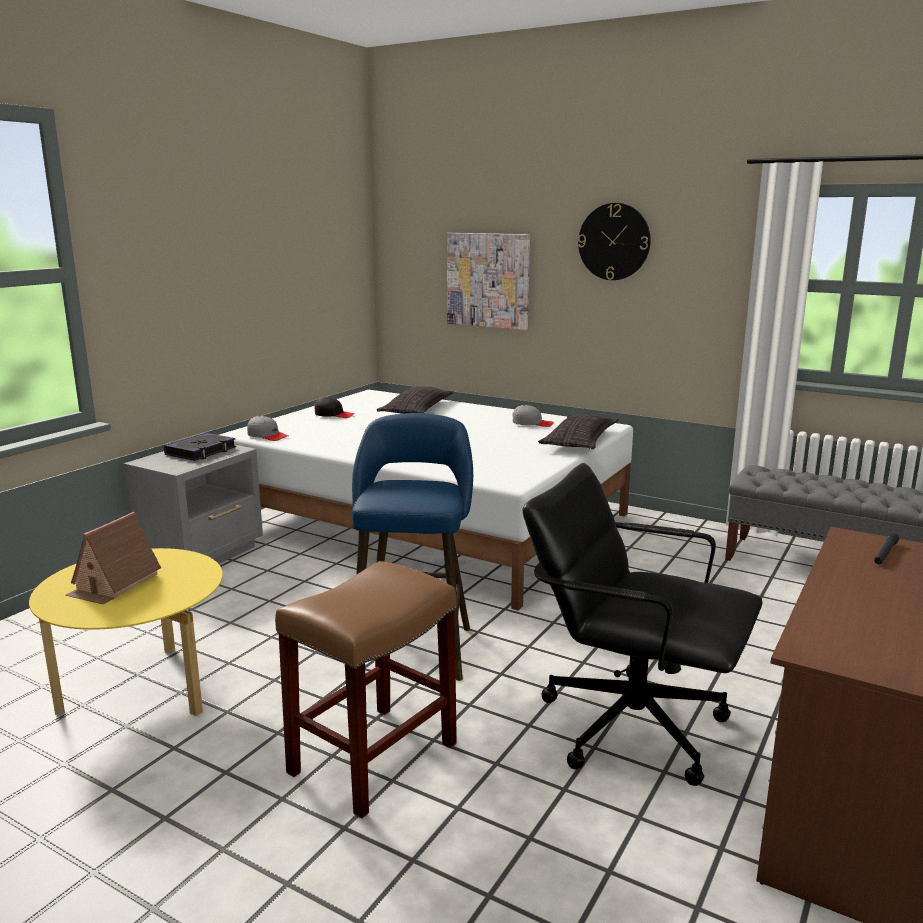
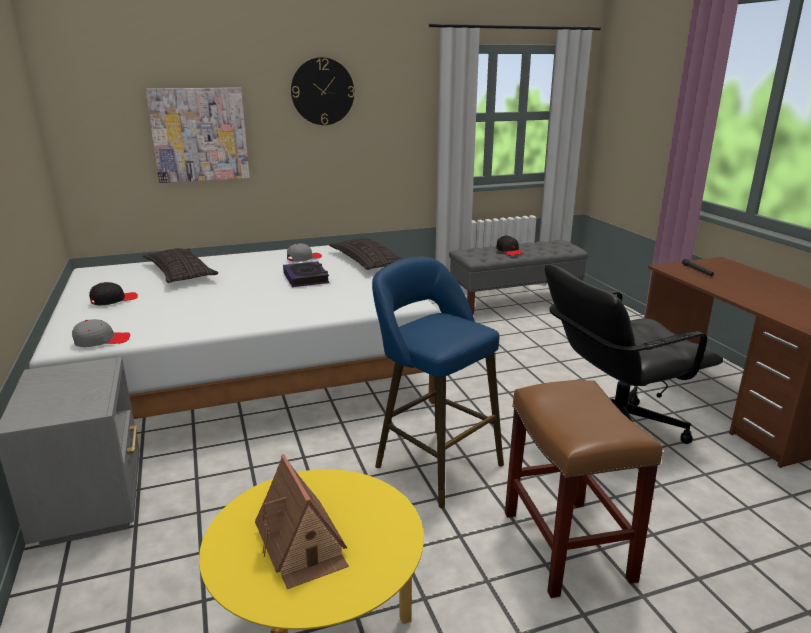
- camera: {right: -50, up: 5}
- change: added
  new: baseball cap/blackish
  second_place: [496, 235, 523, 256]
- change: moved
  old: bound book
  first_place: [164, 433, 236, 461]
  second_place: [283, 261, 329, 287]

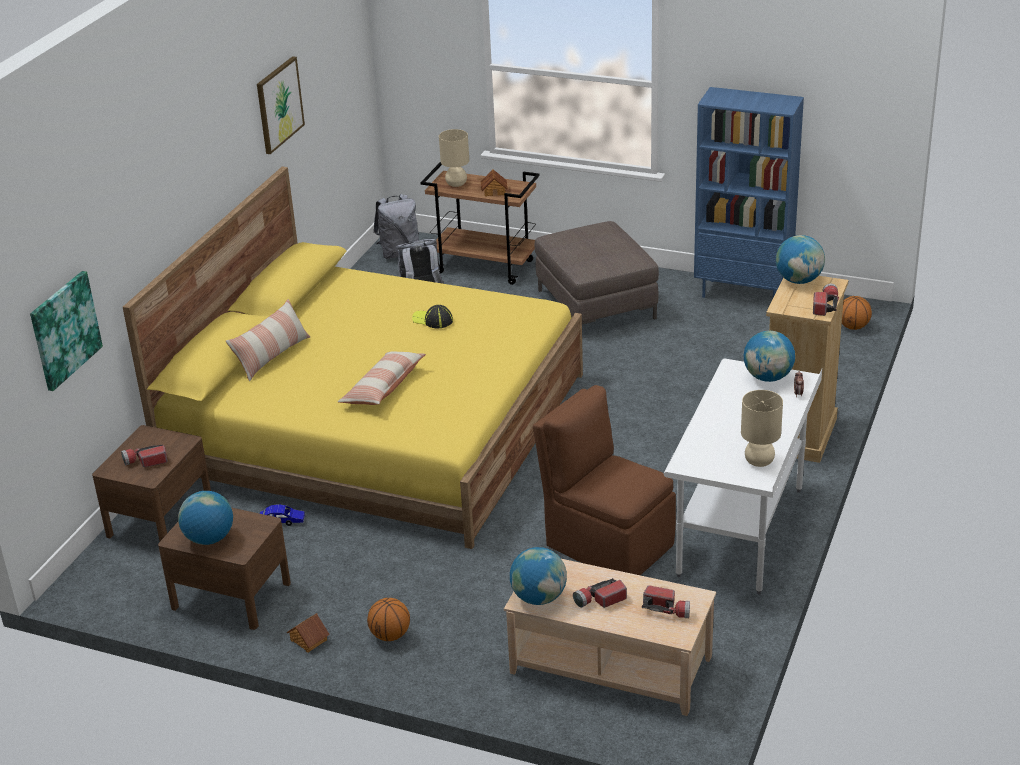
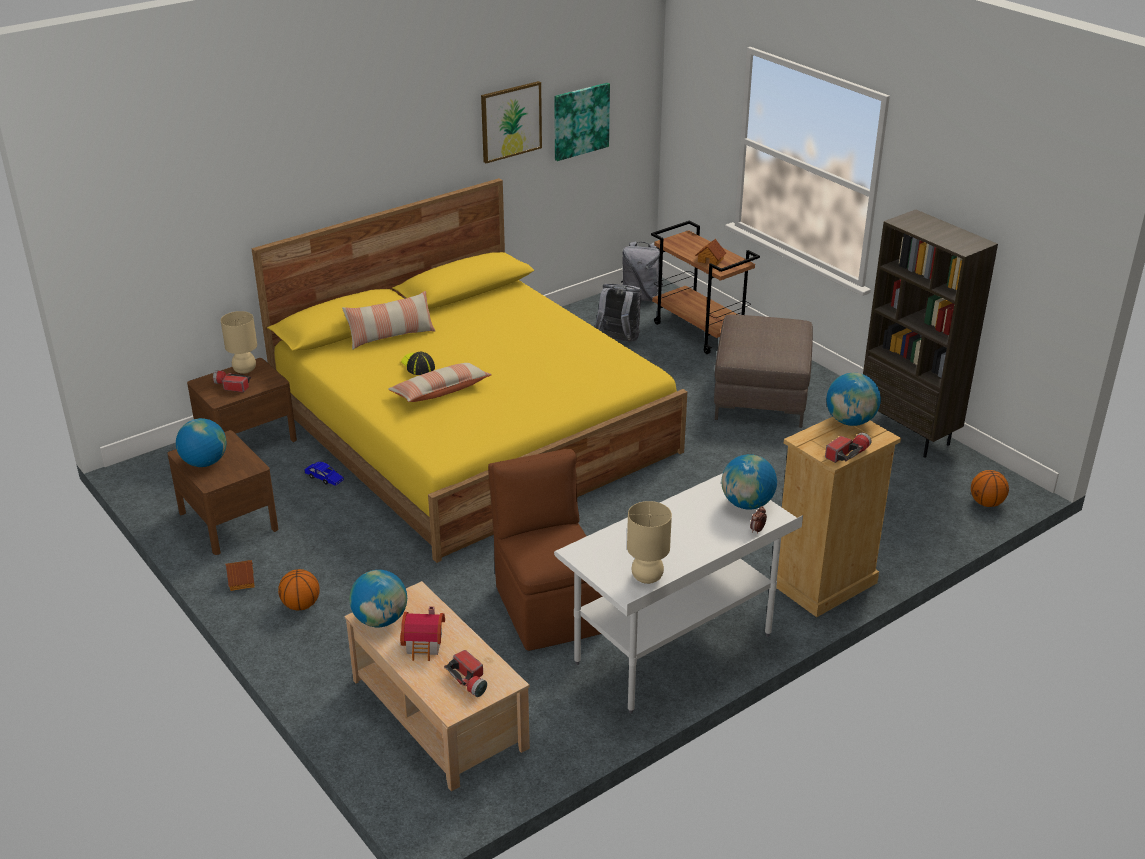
- camera: {right: 30, up: 0}
- change: moved
  old: wall picture
  first_place: [30, 271, 103, 391]
  second_place: [554, 83, 610, 161]
- change: moved
  old: baseball cap
  first_place: [412, 305, 453, 329]
  second_place: [401, 352, 435, 375]
- change: moved
  old: table lamp/sand-coloured
  first_place: [439, 129, 469, 187]
  second_place: [221, 311, 257, 374]
- change: replaced
  old: torch
  new: model house
  first_place: [573, 578, 627, 608]
  second_place: [400, 606, 445, 661]
- change: recoloured
  old: bookshelf/blue
  new: bookshelf/brown
  first_place: [694, 87, 804, 298]
  second_place: [863, 210, 998, 458]

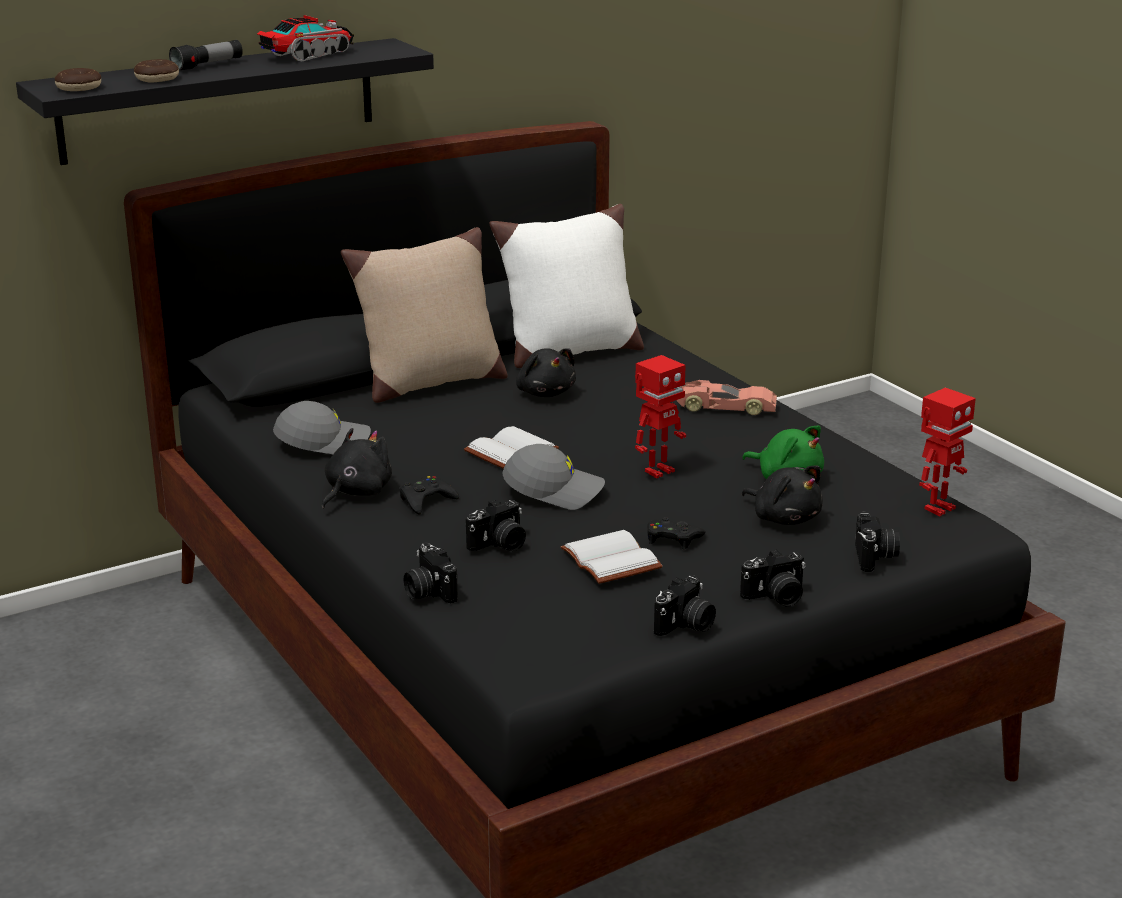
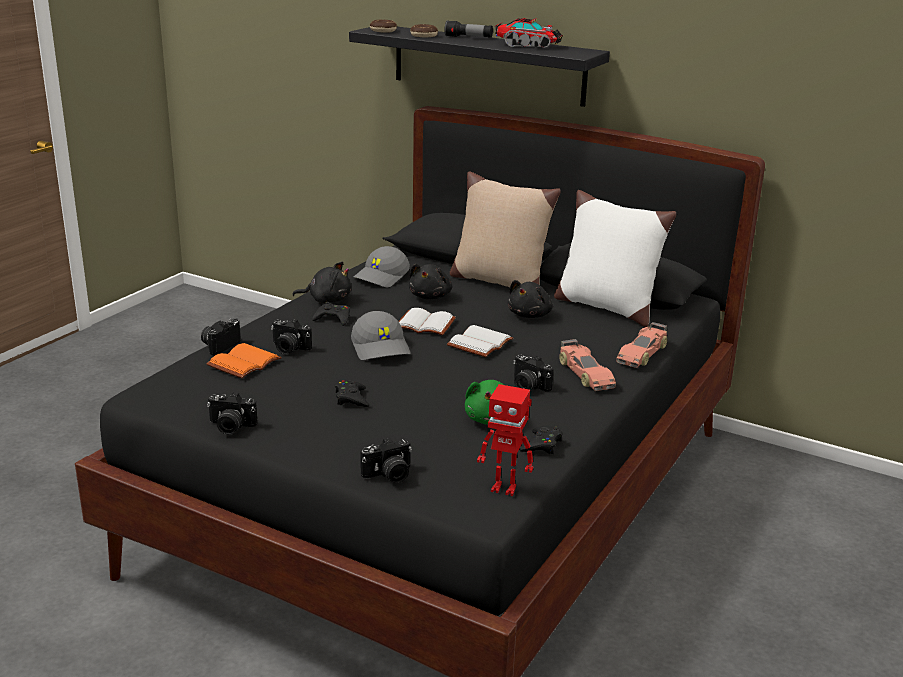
- camera: {right: 60, up: 0}
- change: removed
  old: toy robot
  first_place: [635, 355, 686, 478]
- change: added
  new: bound book/orange
  second_place: [206, 343, 282, 378]
- change: added
  new: game controller/blackish
  second_place: [519, 426, 563, 454]
- change: added
  new: model car
  second_place: [616, 322, 667, 368]
- change: moved
  old: bound book/whitish
  first_place: [561, 530, 663, 584]
  second_place: [447, 325, 513, 357]
- change: moved
  old: still camera
  first_place: [740, 549, 805, 606]
  second_place: [513, 354, 554, 392]
- change: moved
  old: soft toy/blackish
  first_place: [742, 466, 823, 525]
  second_place: [409, 264, 452, 299]
- change: turned
  old: baseball cap/gray
  first_place: [273, 401, 371, 454]
  second_place: [353, 246, 410, 287]
  degrees: 75

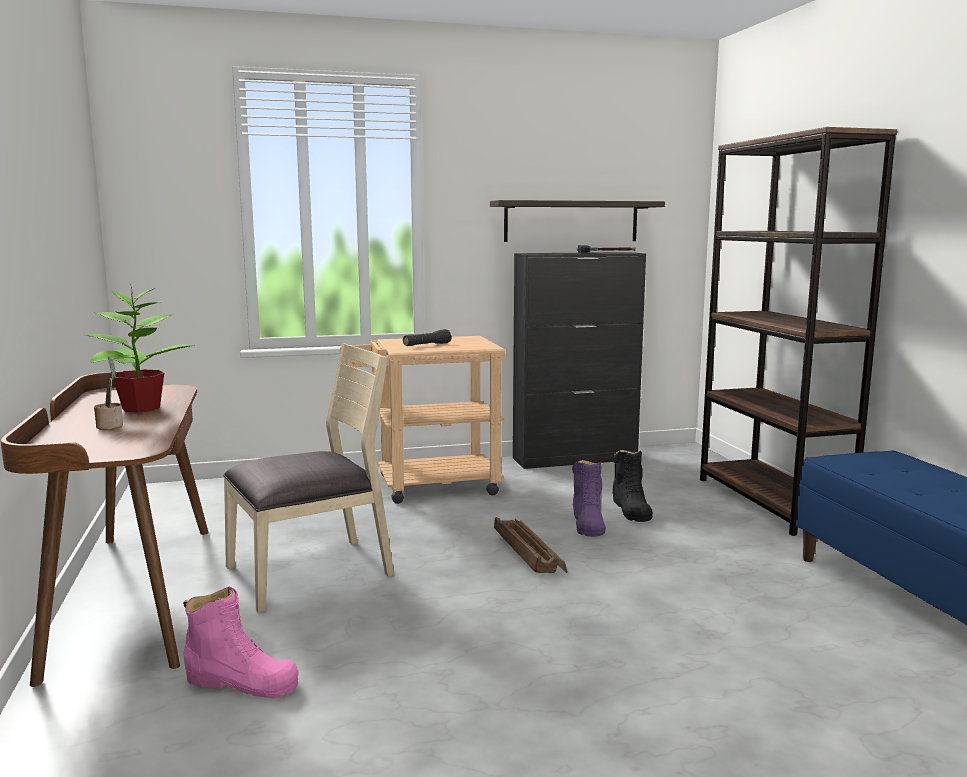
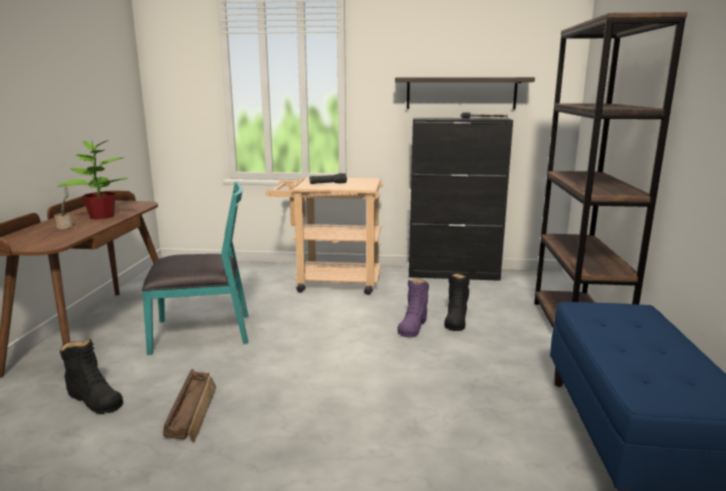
- camera: {right: 20, up: 5}
- change: moved
  old: crate
  first_place: [494, 517, 568, 573]
  second_place: [163, 369, 216, 443]
- change: recoloured
  old: tall boot/pink
  new: tall boot/blackish
  first_place: [183, 587, 298, 699]
  second_place: [60, 338, 123, 414]
- change: recoloured
  old: plain chair/sand-coloured
  new: plain chair/turquoise-coloured
  first_place: [223, 343, 394, 613]
  second_place: [142, 182, 249, 355]

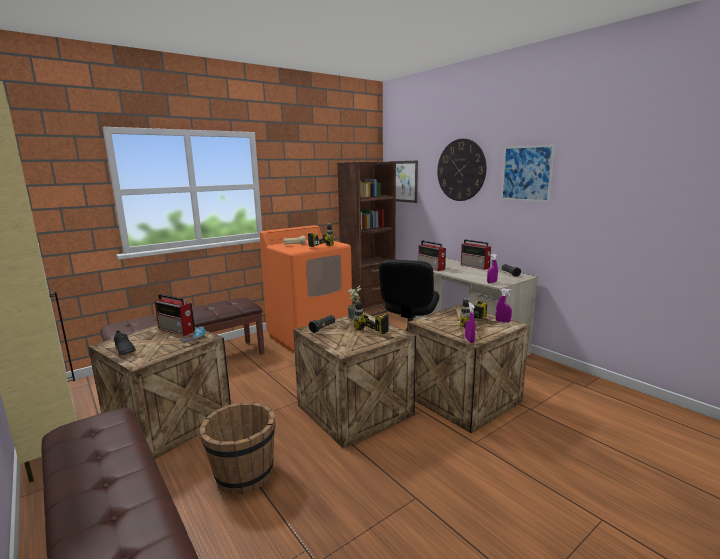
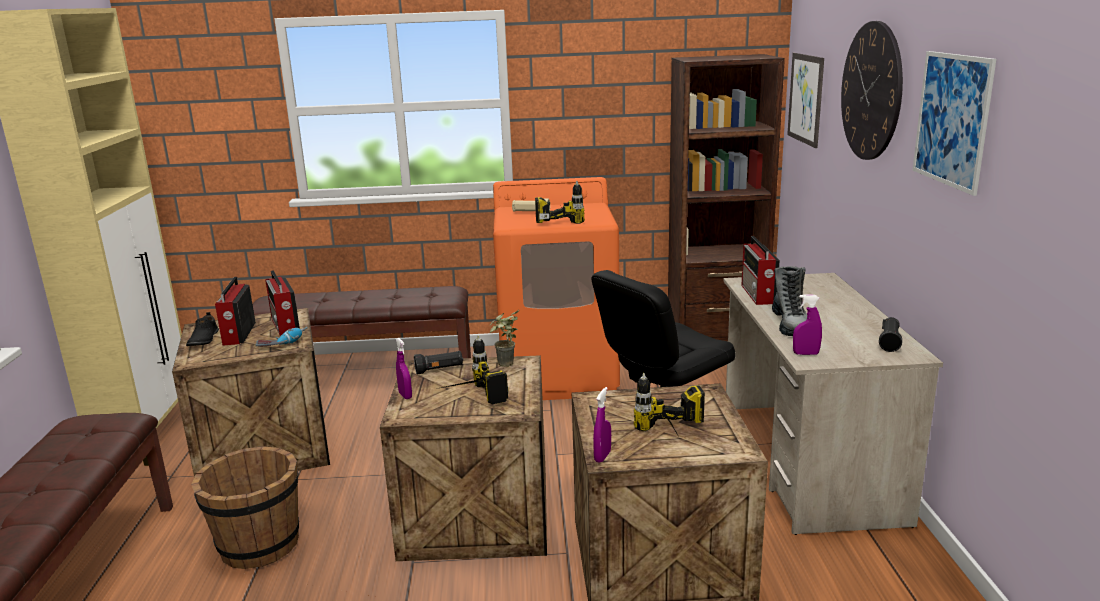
- camera: {right: 35, up: 5}
- change: added
  new: tall boot
  second_place: [772, 266, 808, 336]
- change: moved
  old: radio receiver
  first_place: [461, 240, 491, 270]
  second_place: [215, 277, 256, 345]
- change: moved
  old: spray bottle/purple-coloured
  first_place: [496, 289, 512, 323]
  second_place: [396, 338, 412, 399]

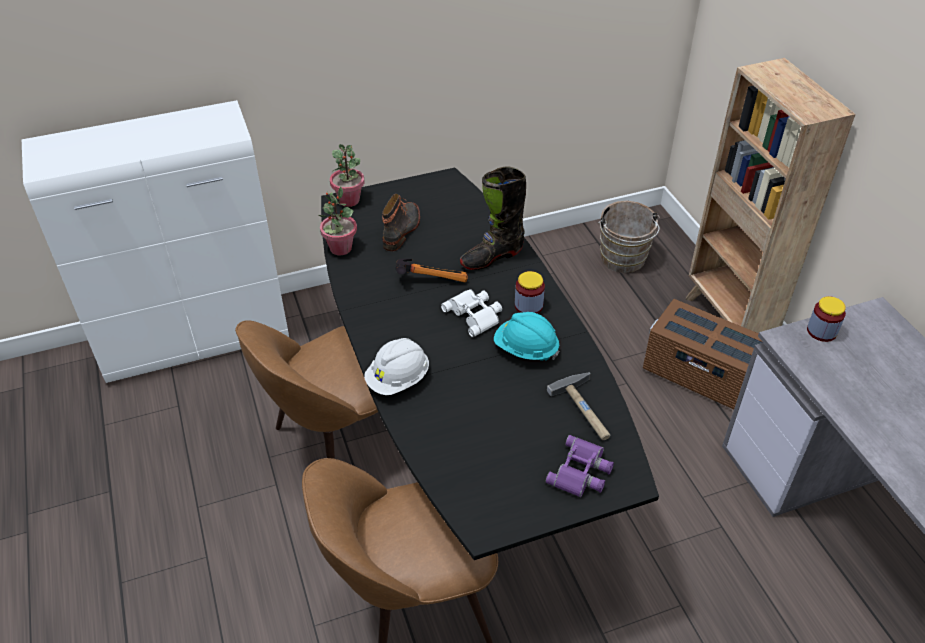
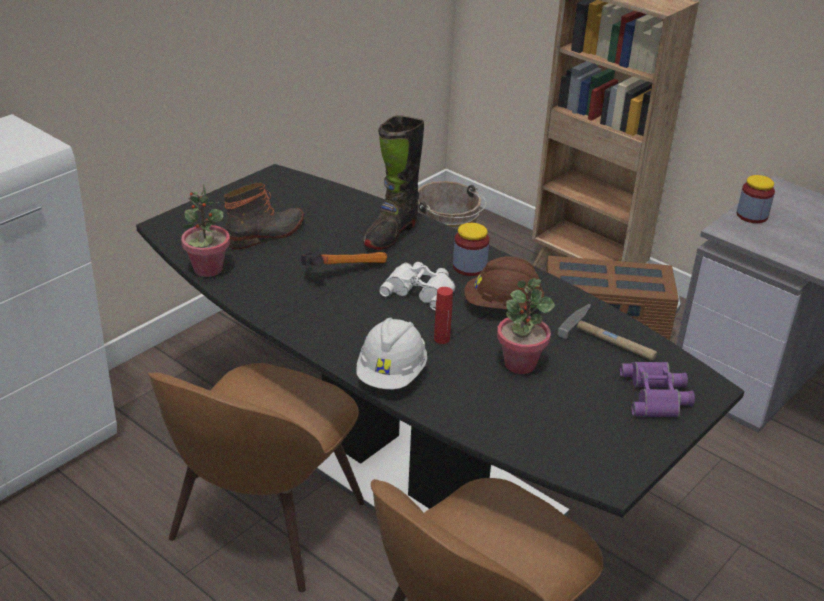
- camera: {right: -30, up: -10}
- change: added
  new: bottle/red
  second_place: [434, 287, 453, 344]
- change: moved
  old: potted plant
  first_place: [330, 144, 364, 207]
  second_place: [497, 278, 555, 374]
- change: recoloured
  old: work helmet/turquoise-coloured
  new: work helmet/brown
  first_place: [494, 312, 560, 361]
  second_place: [464, 256, 544, 309]
- change: turned
  old: tall boot
  first_place: [382, 194, 420, 251]
  second_place: [224, 183, 304, 250]
  degrees: 60

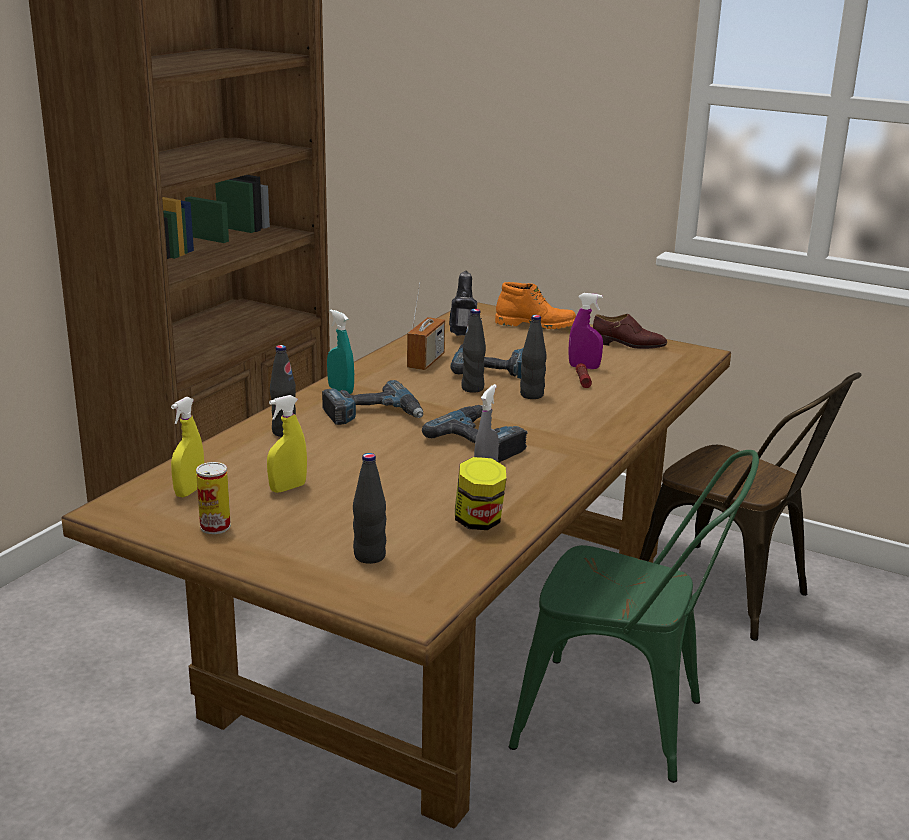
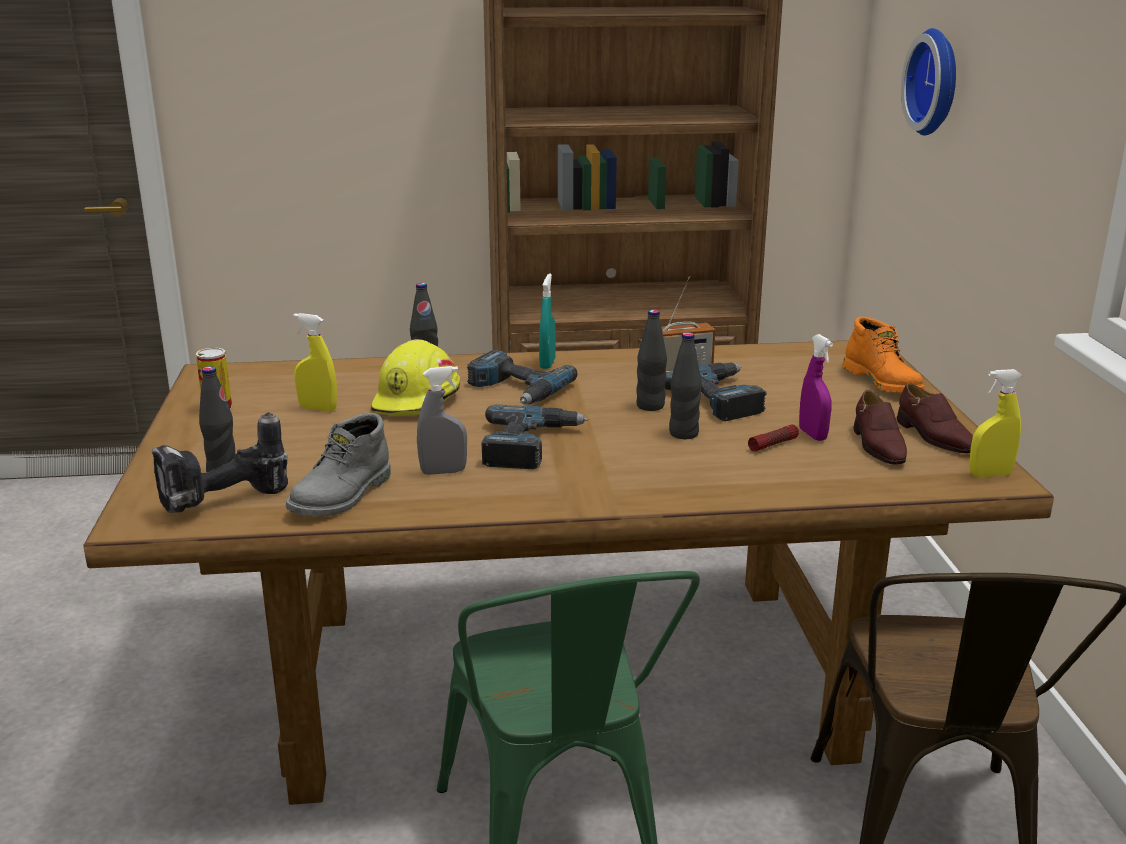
- camera: {right: 55, up: 0}
- change: added
  new: work helmet/yellow-coloured
  second_place: [371, 339, 460, 416]
- change: added
  new: shoe/brown
  second_place: [853, 390, 907, 465]
- change: added
  new: wall clock
  second_place: [901, 28, 956, 136]
- change: moved
  old: spray bottle/yellow-coloured
  first_place: [171, 397, 204, 497]
  second_place: [969, 369, 1023, 477]
- change: moved
  old: drill
  first_place: [449, 270, 482, 336]
  second_place: [152, 412, 288, 513]
- change: replaced
  old: preserve jar
  new: tall boot/gray
  first_place: [455, 457, 506, 530]
  second_place: [286, 413, 391, 517]

